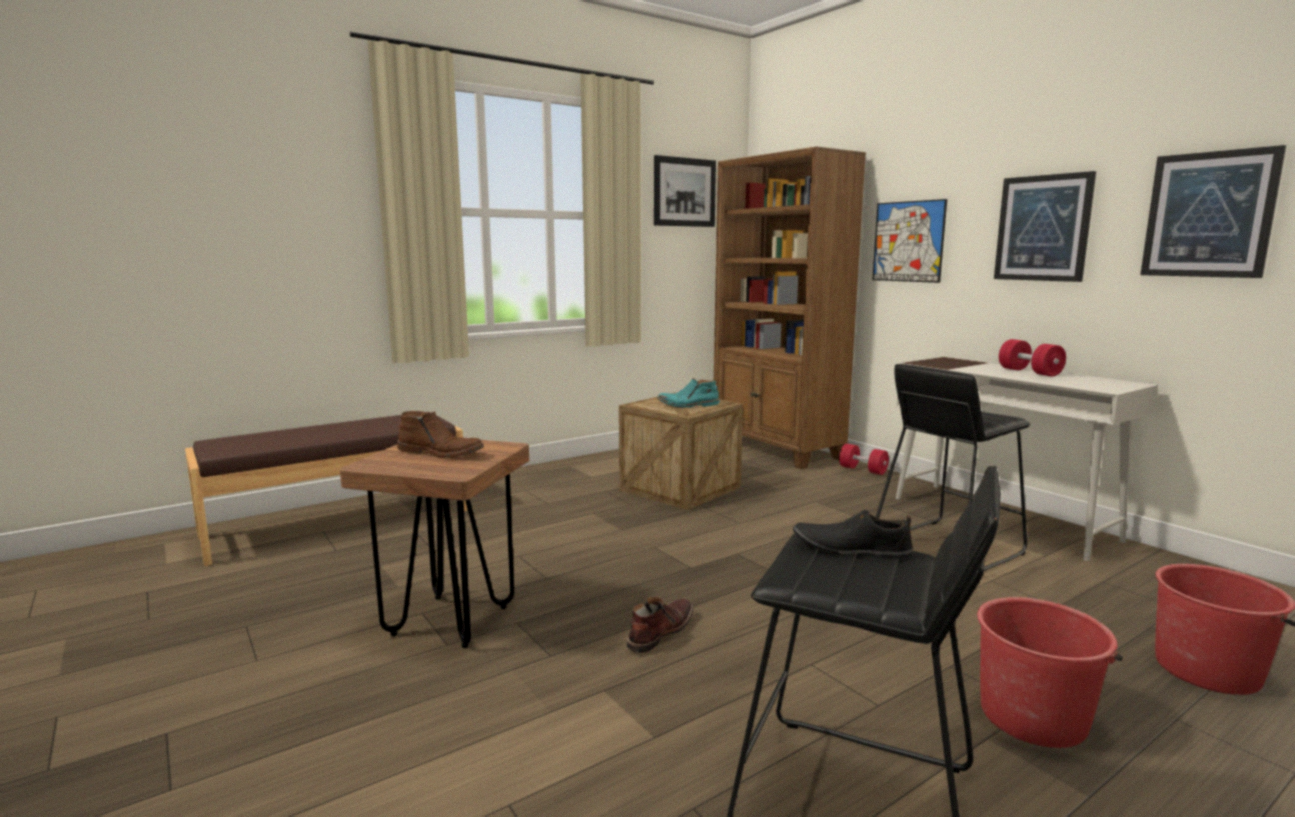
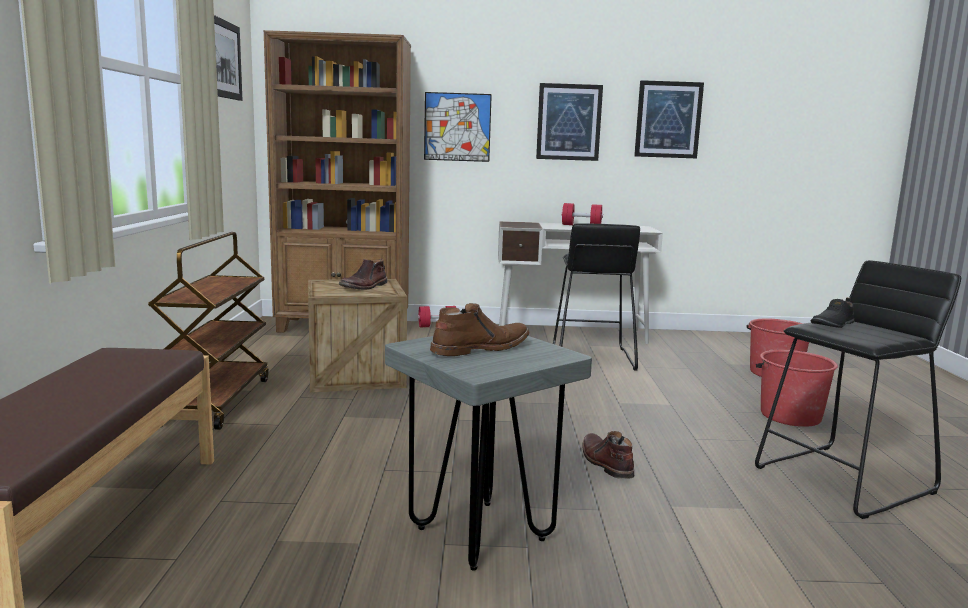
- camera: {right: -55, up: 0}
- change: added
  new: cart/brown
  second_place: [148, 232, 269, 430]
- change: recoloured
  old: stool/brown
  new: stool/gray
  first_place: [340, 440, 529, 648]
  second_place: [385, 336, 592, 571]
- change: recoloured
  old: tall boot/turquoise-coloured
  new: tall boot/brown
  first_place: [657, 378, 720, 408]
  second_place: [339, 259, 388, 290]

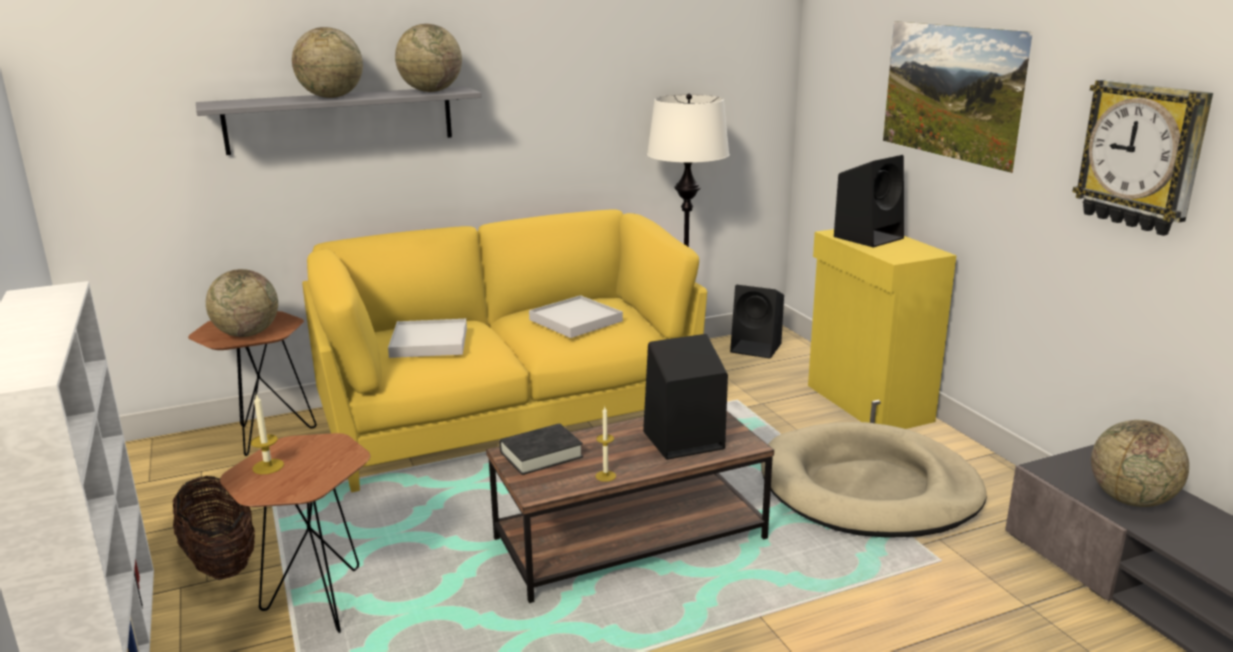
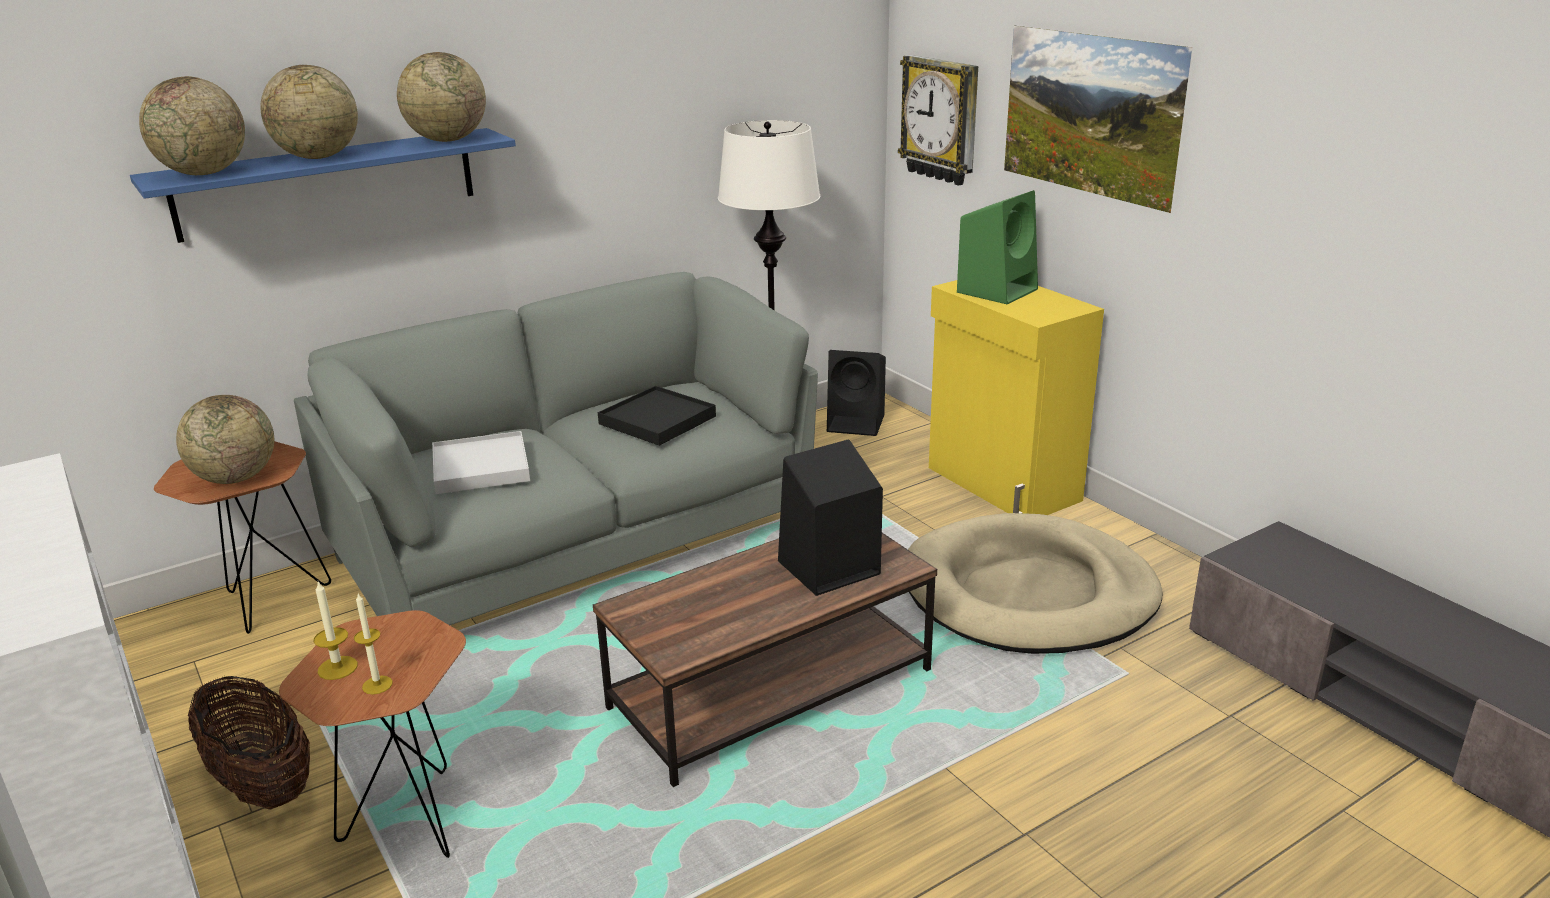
- camera: {right: -10, up: 5}
- change: removed
  old: bound book/blackish
  first_place: [499, 423, 583, 475]
- change: moved
  old: candle
  first_place: [596, 407, 616, 482]
  second_place: [354, 594, 393, 694]
- change: moved
  old: wall clock
  first_place: [1072, 79, 1213, 236]
  second_place: [898, 55, 978, 186]
- change: moved
  old: world globe
  first_place: [1091, 420, 1189, 507]
  second_place: [139, 76, 245, 175]
- change: recoloured
  old: bracket shelf/gray
  new: bracket shelf/blue
  first_place: [196, 86, 481, 155]
  second_place: [130, 128, 516, 243]
- change: recoloured
  old: settee/yellow-coloured
  new: settee/gray
  first_place: [302, 210, 707, 493]
  second_place: [294, 272, 818, 625]
- change: recoloured
  old: tray/whitish
  new: tray/blackish
  first_place: [529, 295, 623, 338]
  second_place: [598, 386, 716, 446]
- change: recoloured
  old: audio speaker/blackish
  new: audio speaker/green
  first_place: [834, 155, 904, 248]
  second_place: [957, 190, 1038, 304]

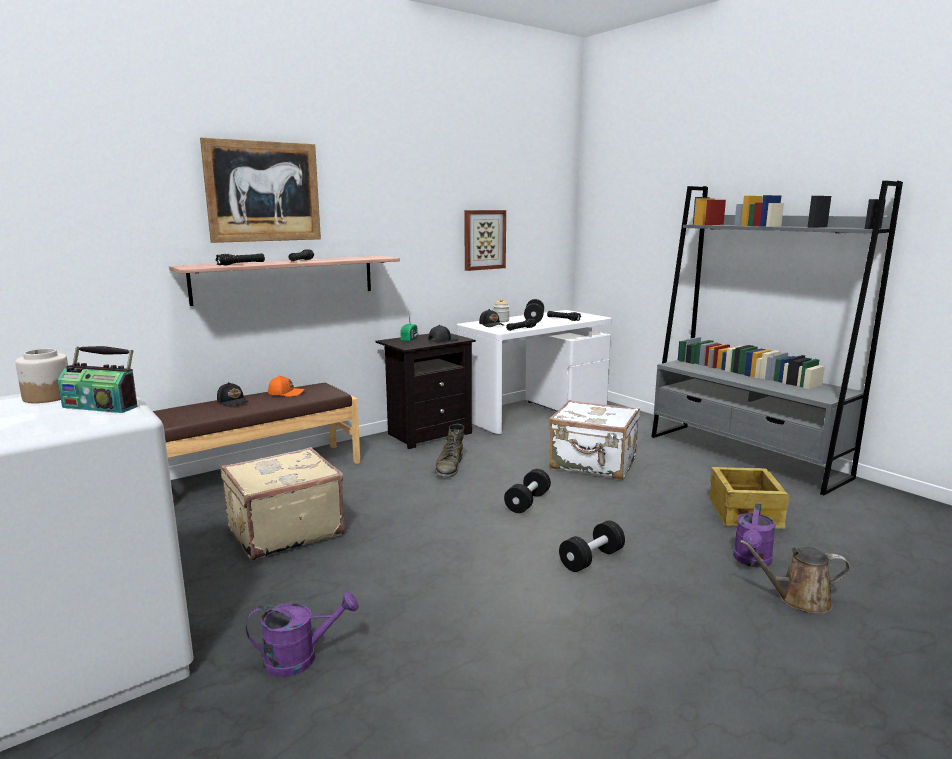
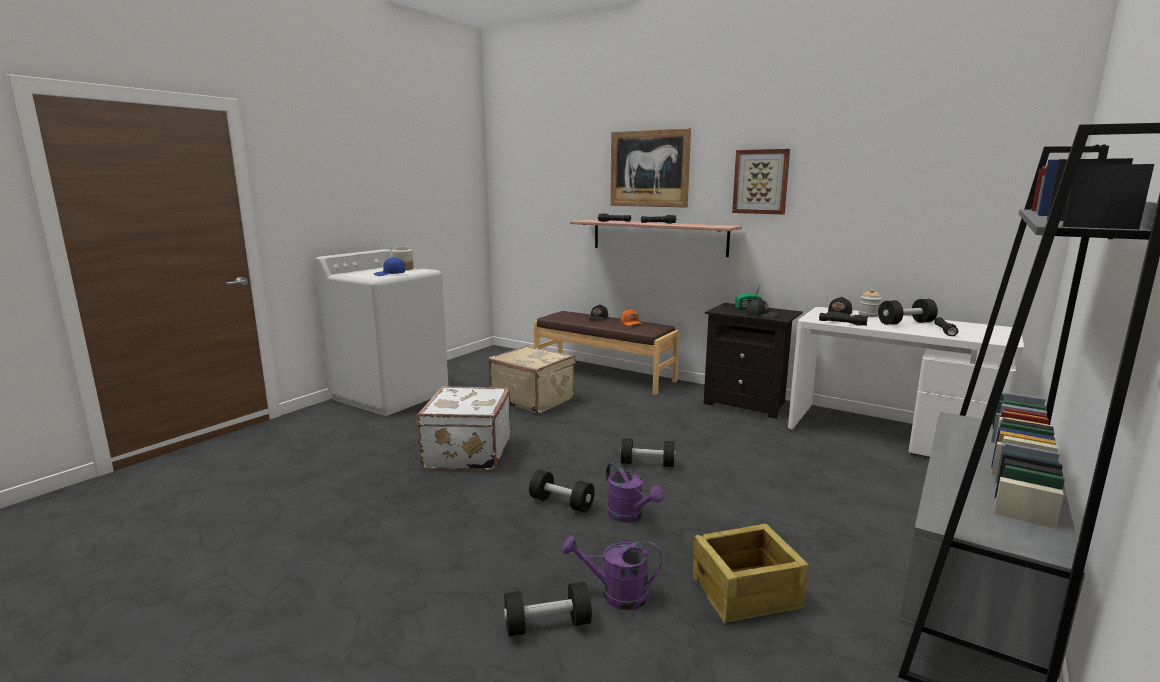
- camera: {right: 70, up: 0}
- change: removed
  old: tall boot/green
  first_place: [434, 424, 464, 477]
- change: moved
  old: sprinkling can/purple-coloured
  first_place: [246, 592, 358, 677]
  second_place: [606, 462, 664, 523]
- change: moved
  old: wall picture
  first_place: [464, 210, 506, 271]
  second_place: [732, 149, 790, 214]
- change: moved
  old: suitcase/whitish
  first_place: [549, 400, 640, 480]
  second_place: [416, 386, 511, 471]
- change: replaced
  old: radio receiver
  new: baseball cap/blue
  first_place: [58, 346, 138, 413]
  second_place: [374, 257, 405, 276]
- change: replaced
  old: sprinkling can/brown
  new: dumbbell/blackish
  first_place: [740, 540, 850, 614]
  second_place: [504, 582, 592, 637]

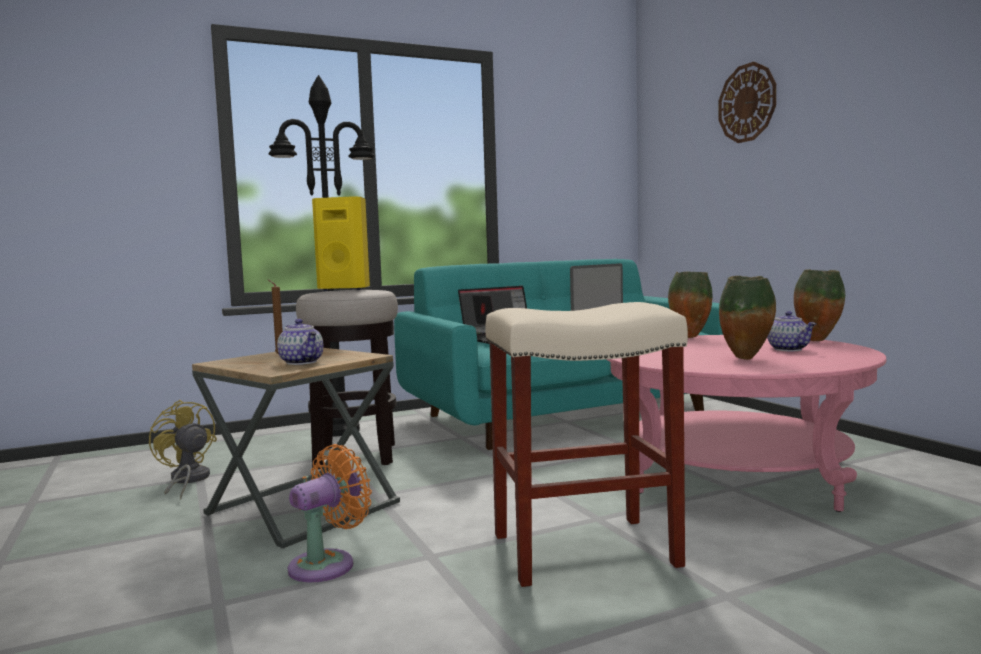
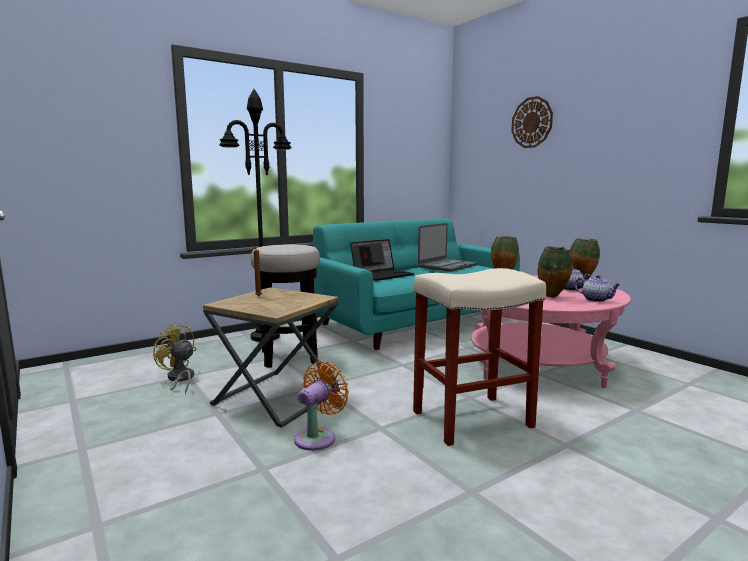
- camera: {right: -10, up: 5}
- change: removed
  old: audio speaker/yellow-coloured
  first_place: [312, 196, 370, 291]
- change: moved
  old: teapot
  first_place: [277, 319, 323, 365]
  second_place: [575, 275, 621, 302]

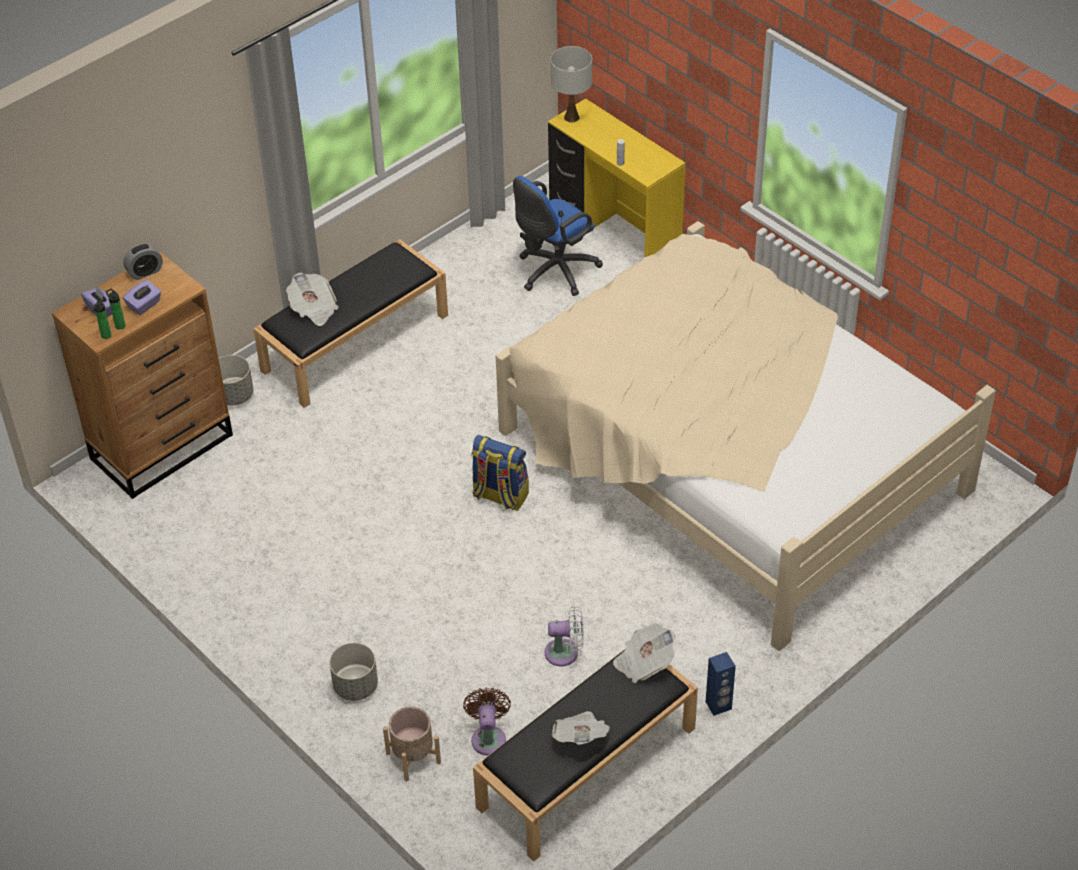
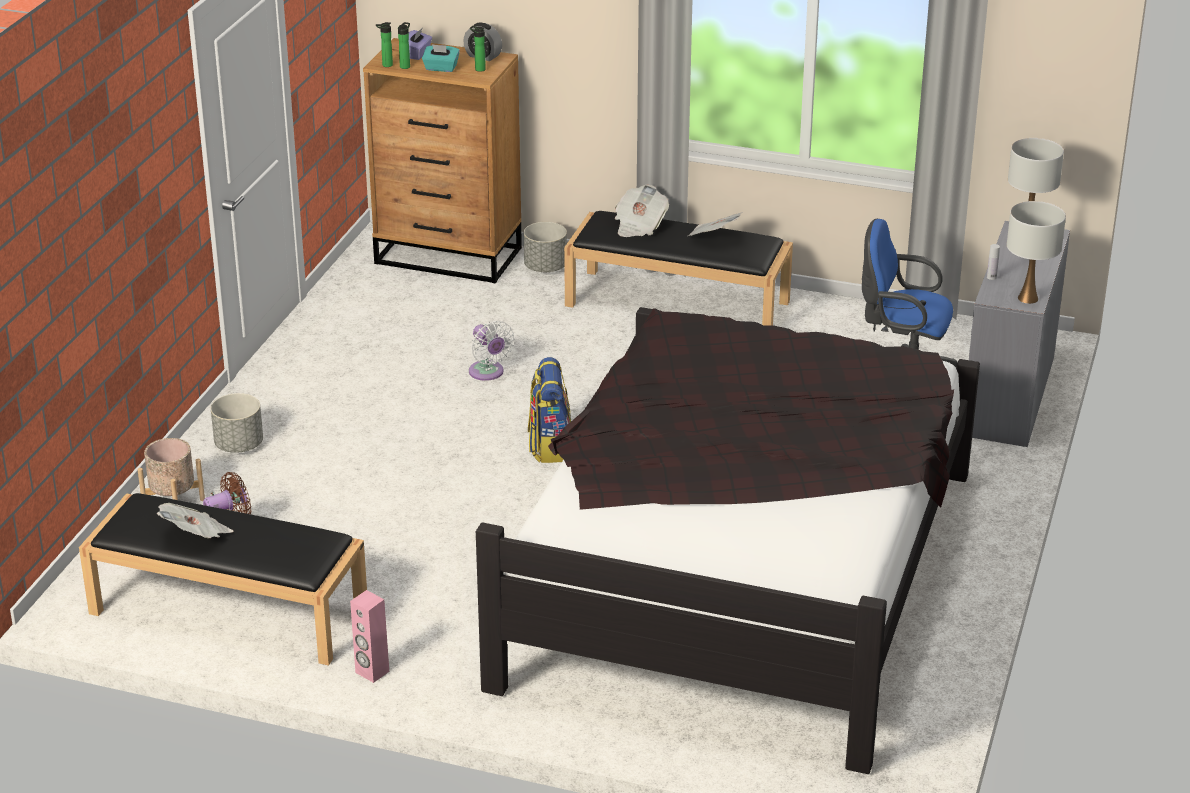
- camera: {right: 60, up: -15}
- change: added
  new: bottle
  second_place: [470, 26, 486, 72]
- change: added
  new: table lamp/whitish
  second_place: [1007, 201, 1066, 304]
- change: moved
  old: cooling fan/whitish
  first_place: [545, 605, 584, 666]
  second_place: [469, 321, 514, 381]
- change: moved
  old: printed paper
  first_place: [613, 623, 676, 683]
  second_place: [688, 212, 743, 236]
- change: recoloured
  old: tissue holder/purple-coloured
  new: tissue holder/turquoise-coloured
  first_place: [123, 280, 161, 315]
  second_place: [422, 44, 460, 72]
- change: recoloured
  old: sleeping bed/sand-coloured
  new: sleeping bed/blackish
  first_place: [496, 221, 996, 651]
  second_place: [476, 307, 980, 774]
- change: recoloured
  old: desk/yellow-coloured
  new: desk/gray
  first_place: [548, 99, 686, 257]
  second_place: [969, 221, 1070, 447]
- change: recoloured
  old: audio speaker/blue
  new: audio speaker/pink
  first_place: [706, 652, 736, 716]
  second_place: [350, 590, 389, 683]

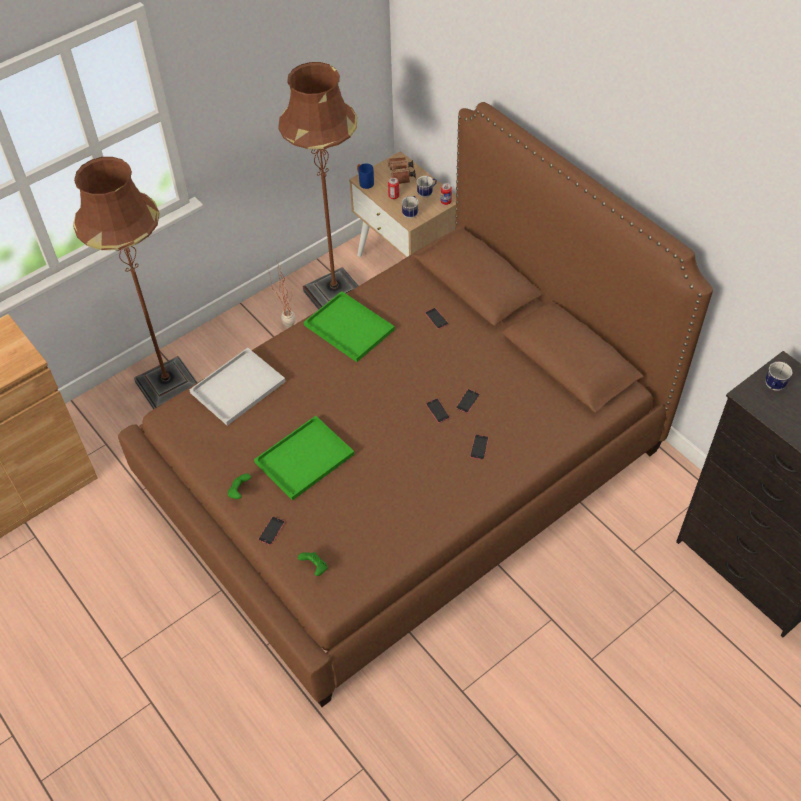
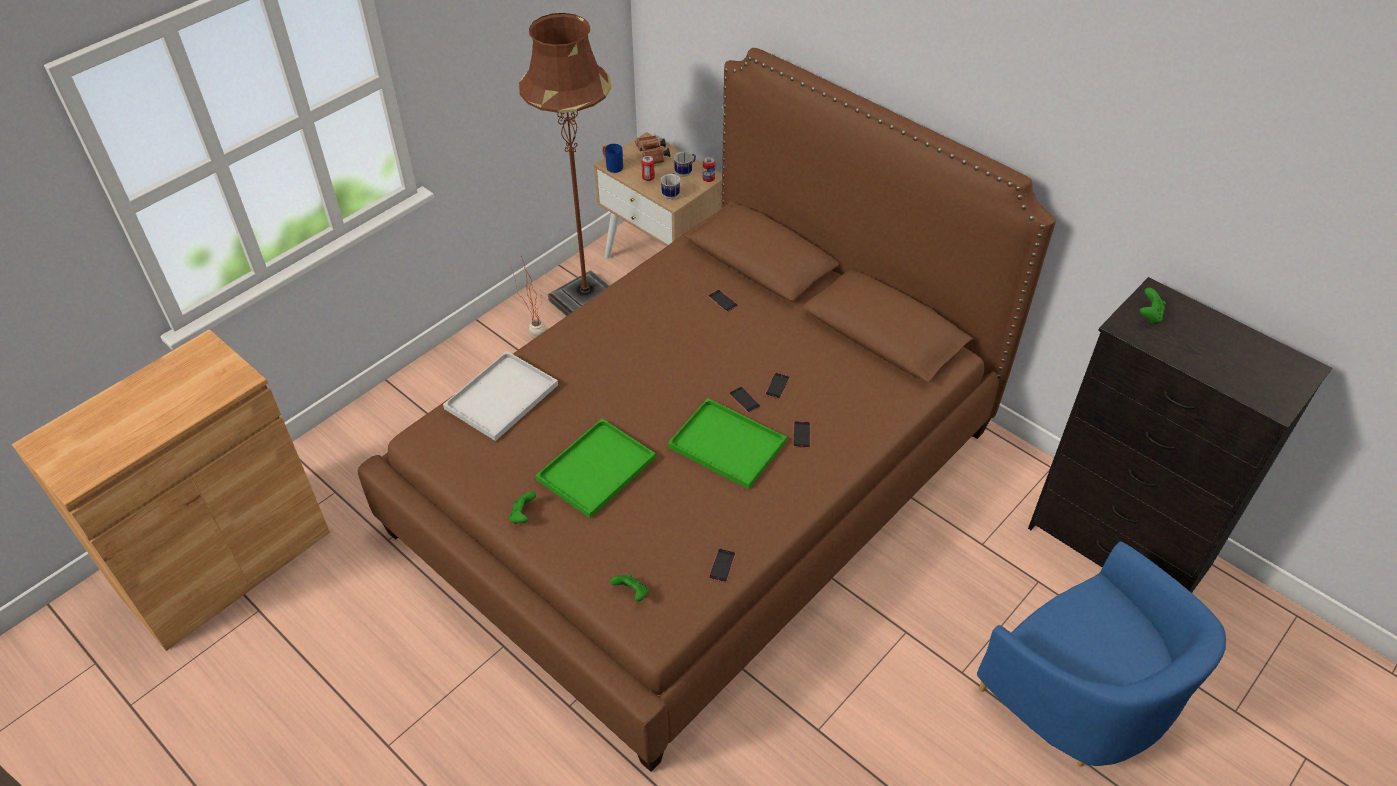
- camera: {right: -10, up: -5}
- change: removed
  old: floor lamp/brown
  first_place: [73, 157, 198, 409]
- change: added
  new: lounge chair/blue
  second_place: [977, 542, 1226, 767]
- change: moved
  old: handset
  first_place: [258, 517, 285, 545]
  second_place: [709, 549, 736, 583]
- change: moved
  old: tray/green
  first_place: [304, 291, 395, 362]
  second_place: [668, 398, 787, 489]
- change: replaced
  old: mug
  new: game controller/green
  first_place: [765, 362, 792, 391]
  second_place: [1140, 288, 1166, 324]

